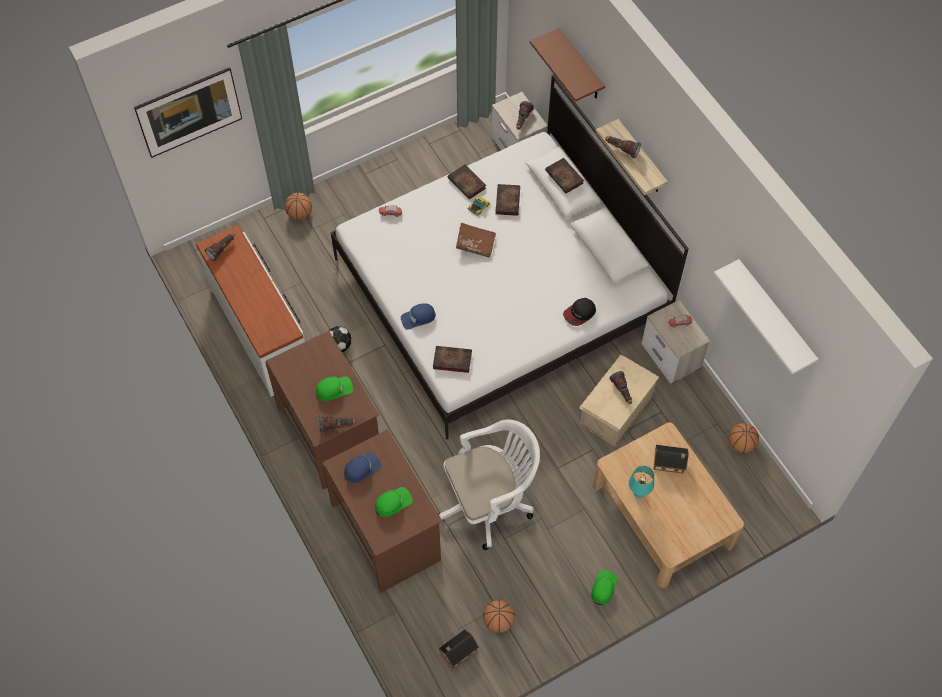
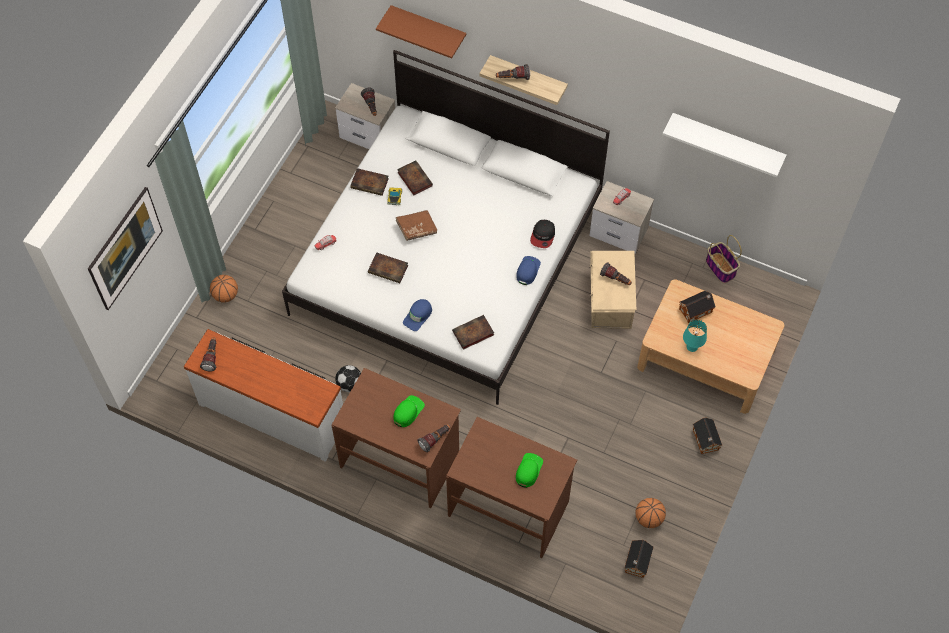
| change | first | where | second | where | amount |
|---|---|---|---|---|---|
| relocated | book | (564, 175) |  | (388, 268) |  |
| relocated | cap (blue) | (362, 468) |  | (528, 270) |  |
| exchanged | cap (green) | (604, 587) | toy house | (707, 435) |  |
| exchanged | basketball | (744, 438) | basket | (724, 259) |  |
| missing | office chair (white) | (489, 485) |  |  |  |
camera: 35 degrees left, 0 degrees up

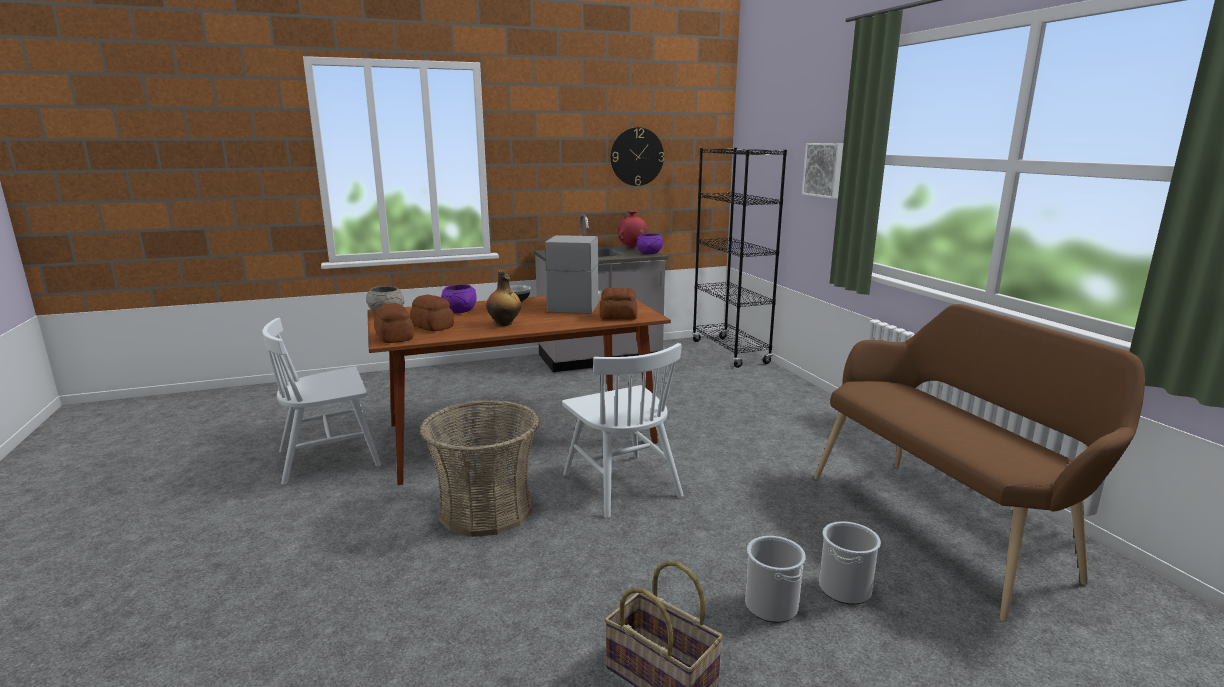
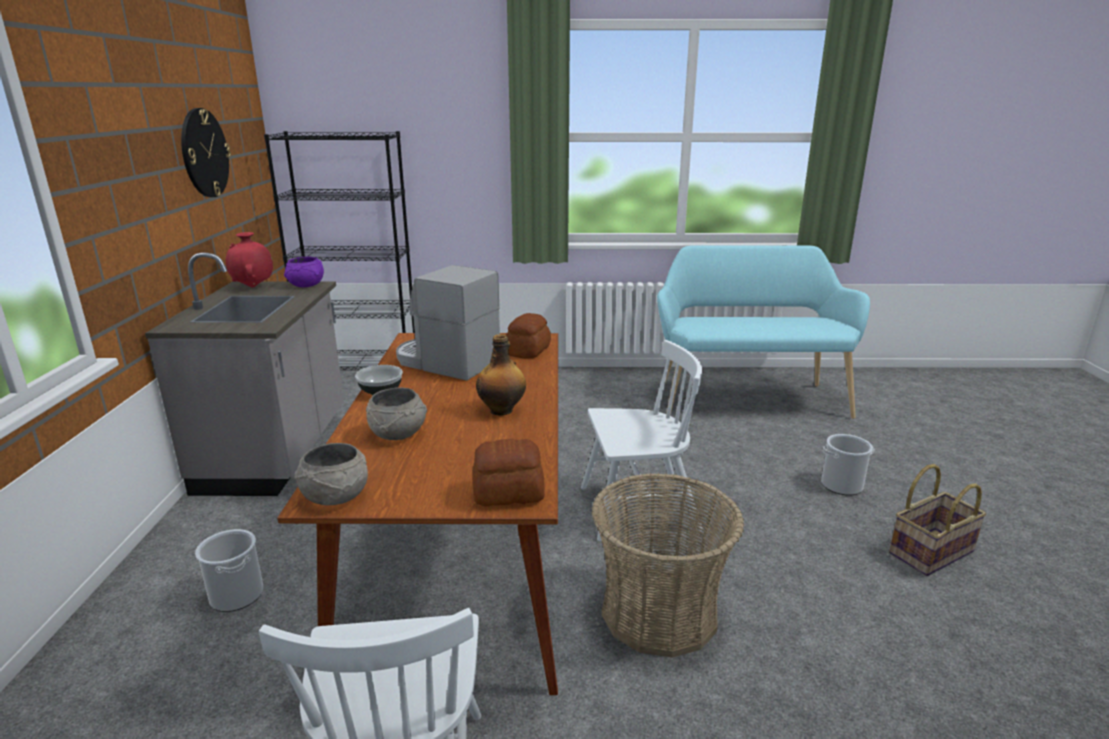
| change | first | where | second | where | amount |
|---|---|---|---|---|---|
| relocated | bucket | (850, 563) |  | (229, 570) |  |
| colour | bowl (purple) | (459, 298) | bowl (grey) | (396, 413) |  |
| colour | bench (brown) | (979, 463) | bench (turquoise) | (763, 332) |  |
| missing | bread | (432, 313) |  |  |  |
| missing | picture | (822, 171) |  |  |  |
camera: 70 degrees left, 5 degrees up

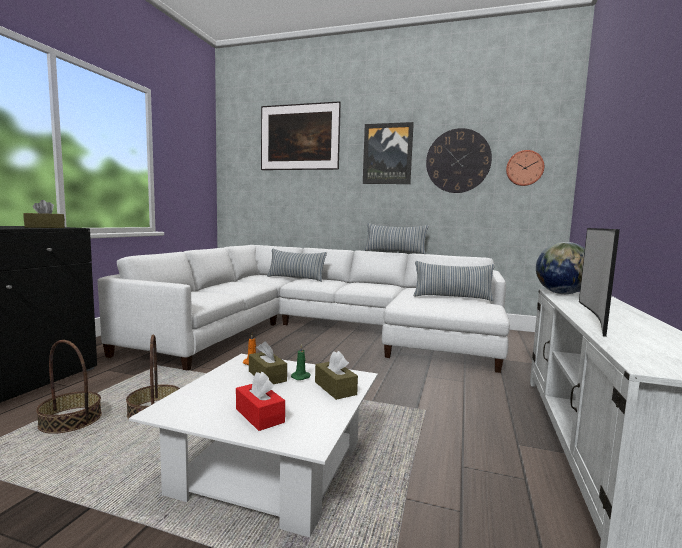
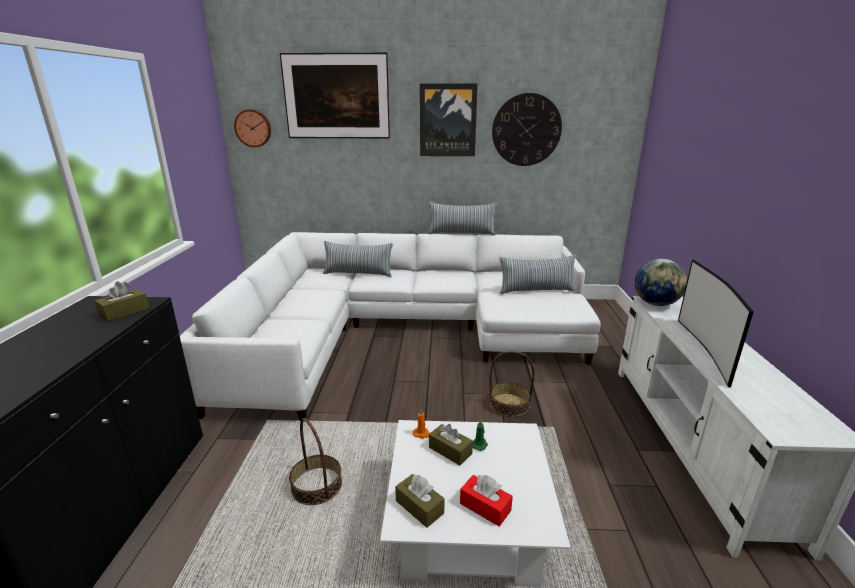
| change | first | where | second | where | amount |
|---|---|---|---|---|---|
| relocated | wall clock | (525, 168) |  | (252, 128) |  |
| relocated | tissue box (brown) | (336, 375) |  | (420, 501) |  |
| relocated | basket | (69, 387) |  | (512, 384) |  |
camera: 15 degrees left, 15 degrees up

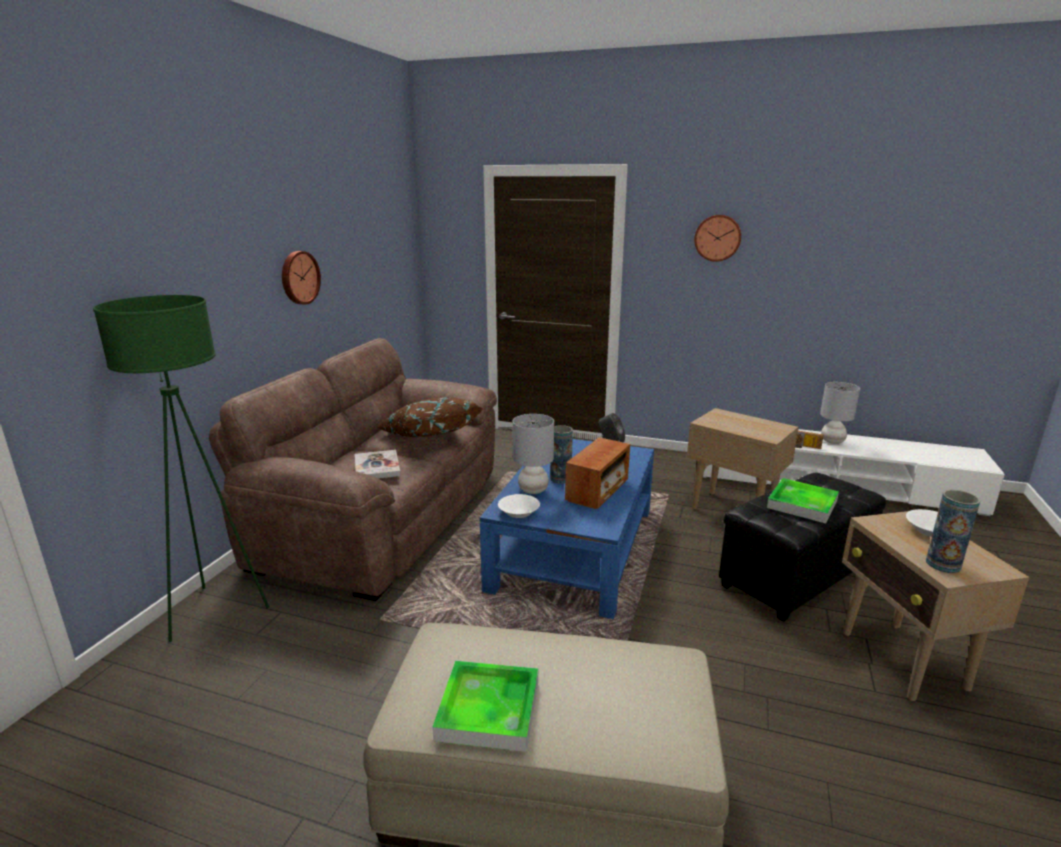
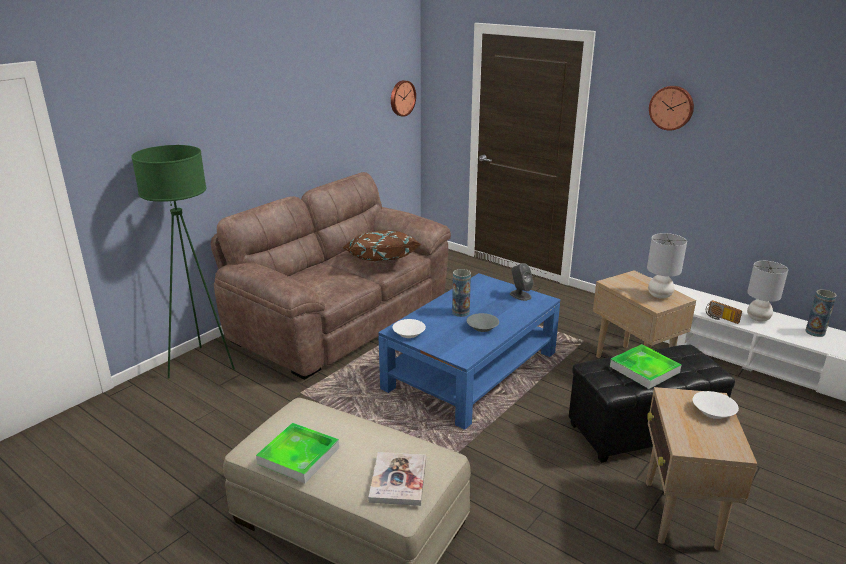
| change | first | where | second | where | amount |
|---|---|---|---|---|---|
| relocated | book | (378, 464) |  | (397, 479) |  |
| relocated | wall clock | (301, 278) |  | (403, 98) |  |
| exchanged | radio | (597, 473) | bowl (grey) | (483, 322) |  |
| relocated | table lamp (grey) | (533, 454) |  | (667, 266) |  |
| relocated | vase | (953, 531) |  | (821, 313) |  |
camera: 20 degrees right, 5 degrees up

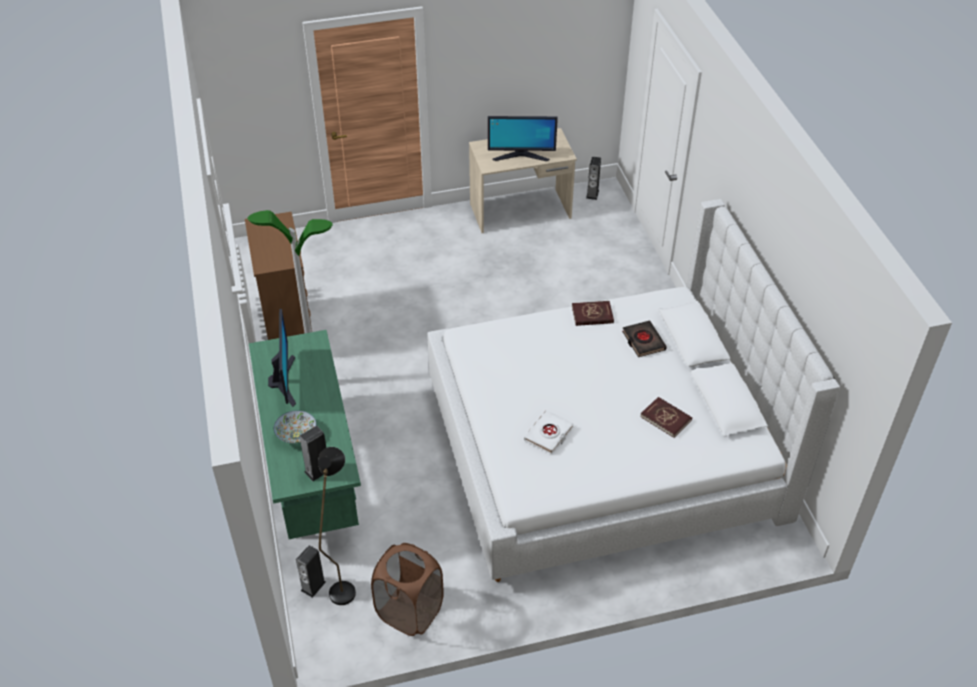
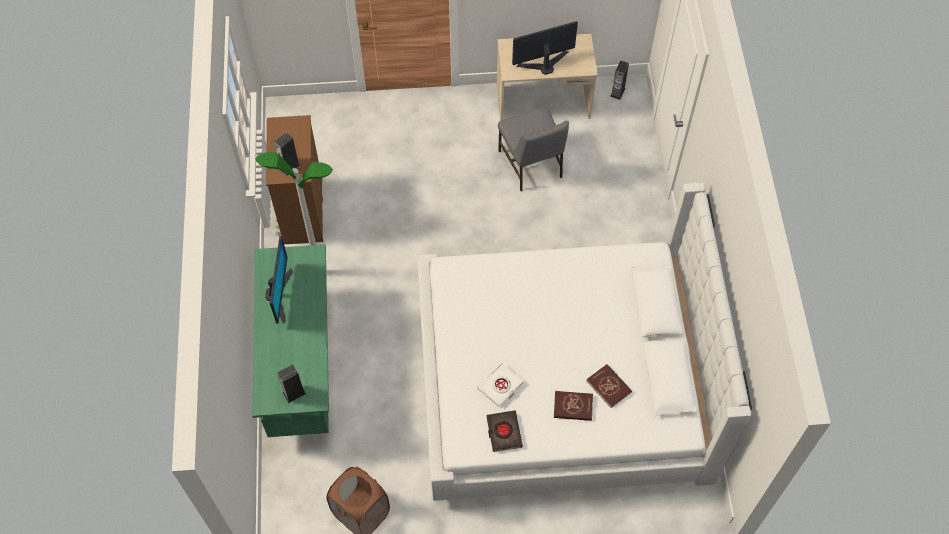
| change | first | where | second | where | amount |
|---|---|---|---|---|---|
| relocated | speaker | (311, 571) |  | (287, 154) |  |
| relocated | book (black) | (644, 339) |  | (505, 431) |  |
| appeared |  |  | chair (grey) | (533, 149) |  |
| spun | monitor | (523, 138) |  | (545, 48) | 150 degrees clockwise |
| relocated | book (red) | (593, 313) |  | (573, 406) |  |
| missing | bowl | (295, 427) |  |  |  |
| missing | floor lamp (black) | (337, 526) |  |  |  |
camera: 10 degrees right, 15 degrees up

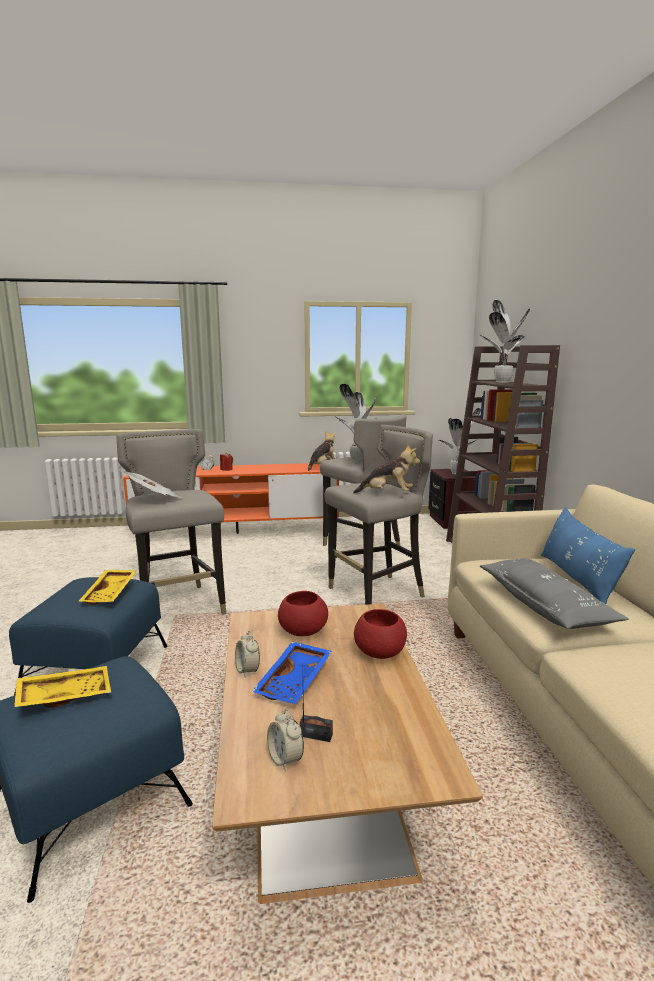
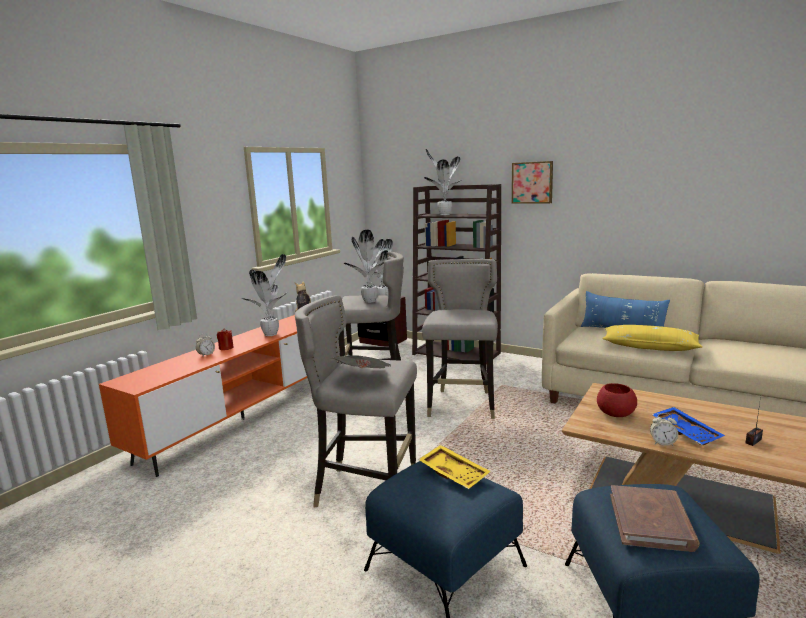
| change | first | where | second | where | amount |
|---|---|---|---|---|---|
| appeared |  |  | potted plant | (264, 295) |  |
| appeared |  |  | picture | (532, 182) |  |
| colour | pillow (grey) | (554, 593) | pillow (yellow) | (652, 338) |  |
| exchanged | tray (yellow) | (62, 687) | book (brown) | (655, 518) |  |
| missing | alarm clock | (285, 740) |  |  |  |
| missing | plush toy | (386, 468) |  |  |  |
| missing | bowl (red) | (380, 634) |  |  |  |
camera: 50 degrees left, 0 degrees up

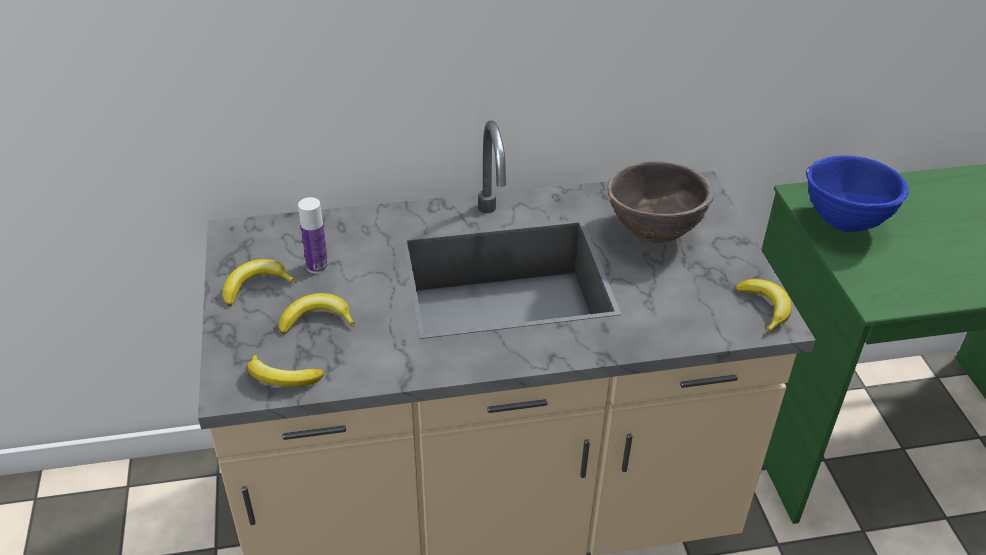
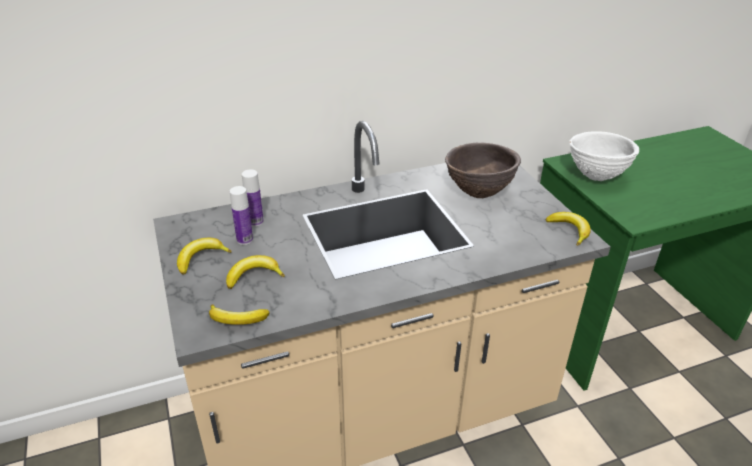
| change | first | where | second | where | amount |
|---|---|---|---|---|---|
| appeared |  |  | bottle | (253, 198) |  |
| colour | bowl (blue) | (857, 193) | bowl (white) | (604, 156) |  |
camera: 10 degrees left, 5 degrees down

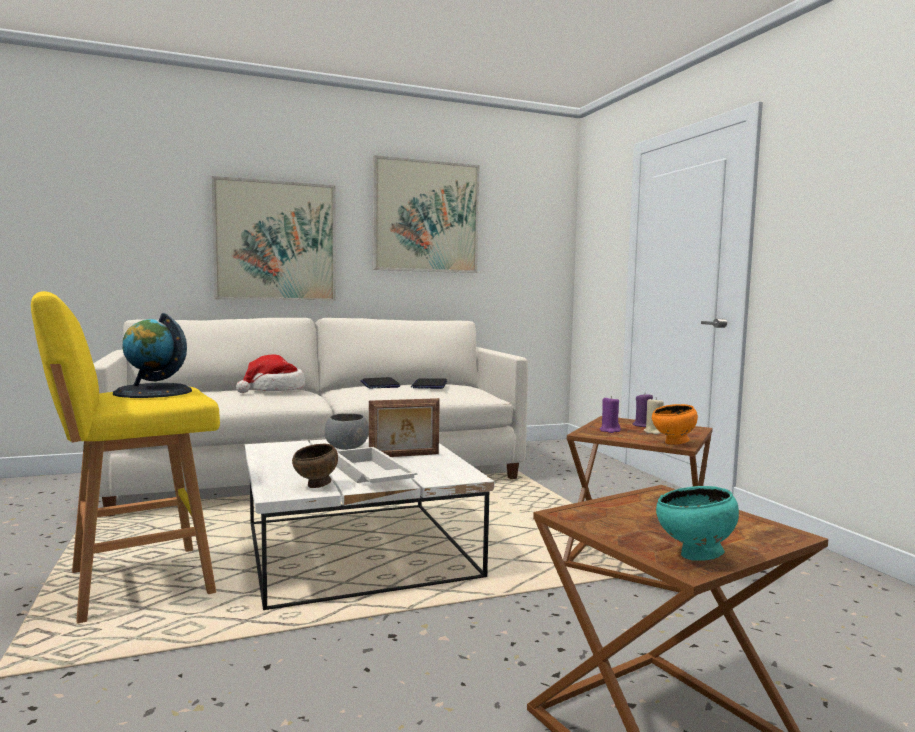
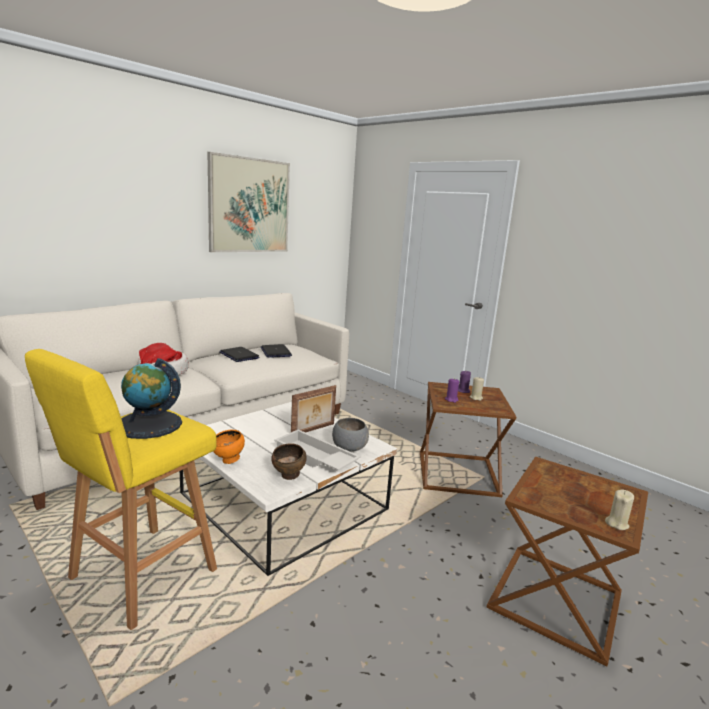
| change | first | where | second | where | amount |
|---|---|---|---|---|---|
| relocated | bowl (orange) | (675, 424) |  | (229, 447) |  |
| relocated | bowl (grey) | (346, 432) |  | (350, 435) |  |
| exchanged | bowl (turquoise) | (697, 523) | candle (beige) | (619, 509) |  |
| missing | picture | (274, 238) |  |  |  |
camera: 25 degrees left, 10 degrees up

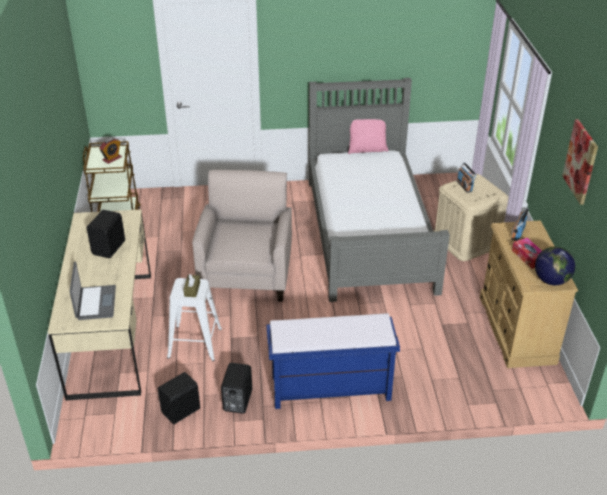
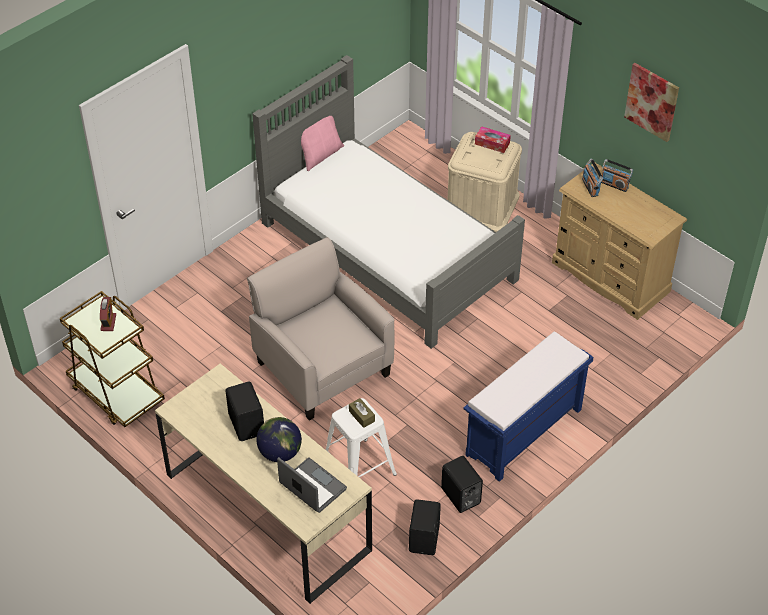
| change | first | where | second | where | amount |
|---|---|---|---|---|---|
| relocated | globe | (555, 266) |  | (279, 439) |  |
| relocated | tissue box | (527, 253) |  | (493, 139) |  |
| relocated | radio | (467, 177) |  | (617, 175) |  |
camera: 40 degrees left, 10 degrees up

